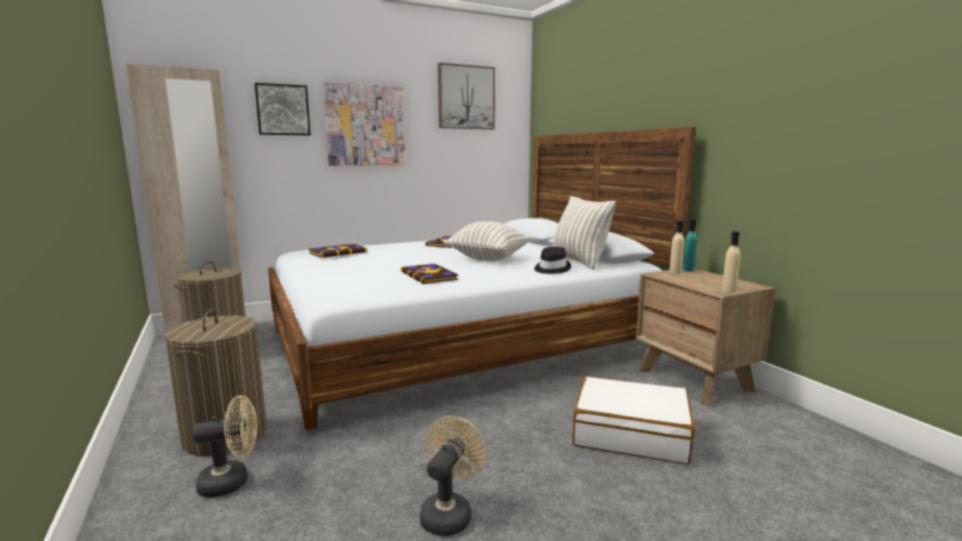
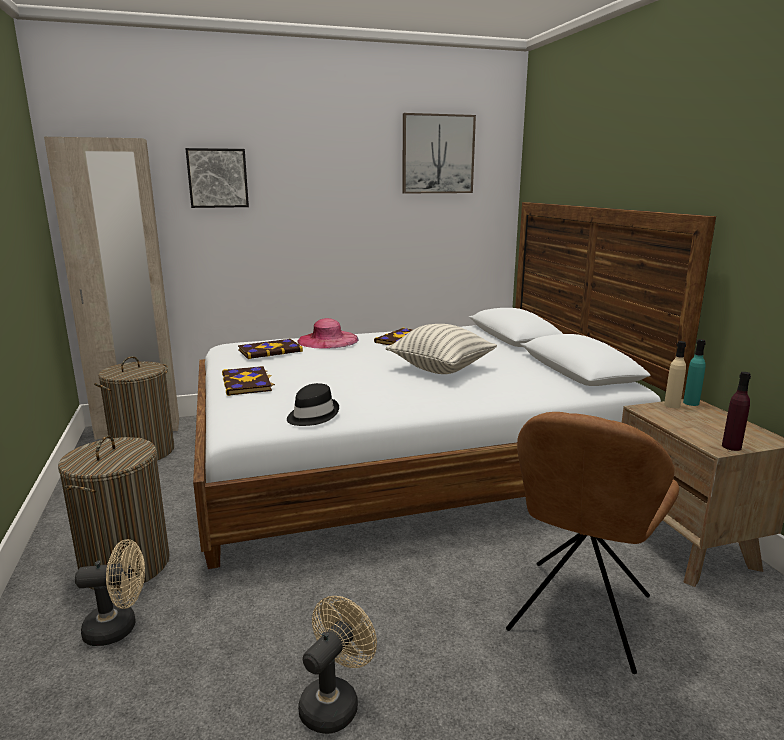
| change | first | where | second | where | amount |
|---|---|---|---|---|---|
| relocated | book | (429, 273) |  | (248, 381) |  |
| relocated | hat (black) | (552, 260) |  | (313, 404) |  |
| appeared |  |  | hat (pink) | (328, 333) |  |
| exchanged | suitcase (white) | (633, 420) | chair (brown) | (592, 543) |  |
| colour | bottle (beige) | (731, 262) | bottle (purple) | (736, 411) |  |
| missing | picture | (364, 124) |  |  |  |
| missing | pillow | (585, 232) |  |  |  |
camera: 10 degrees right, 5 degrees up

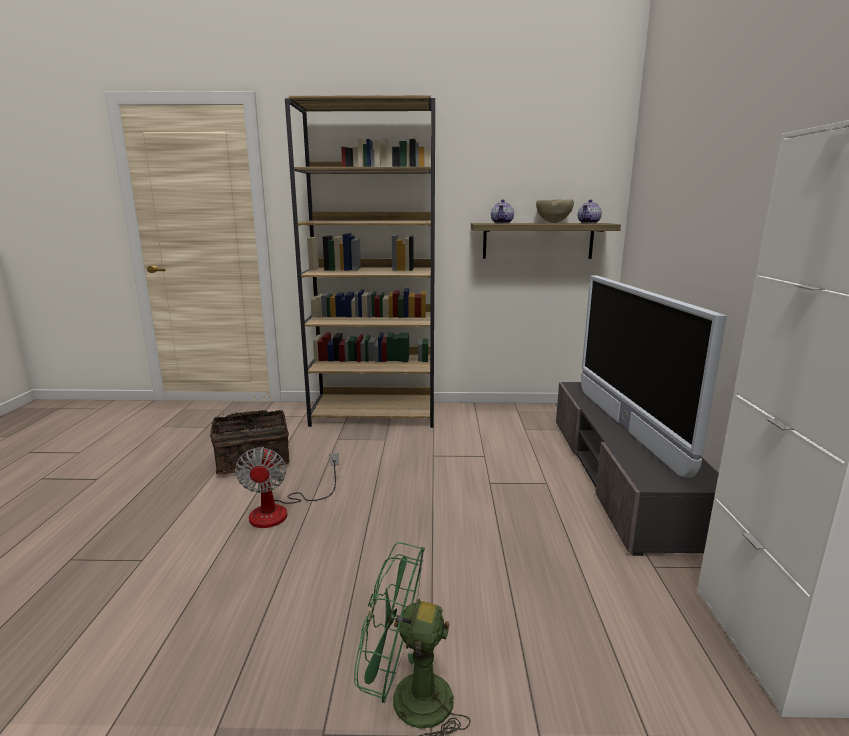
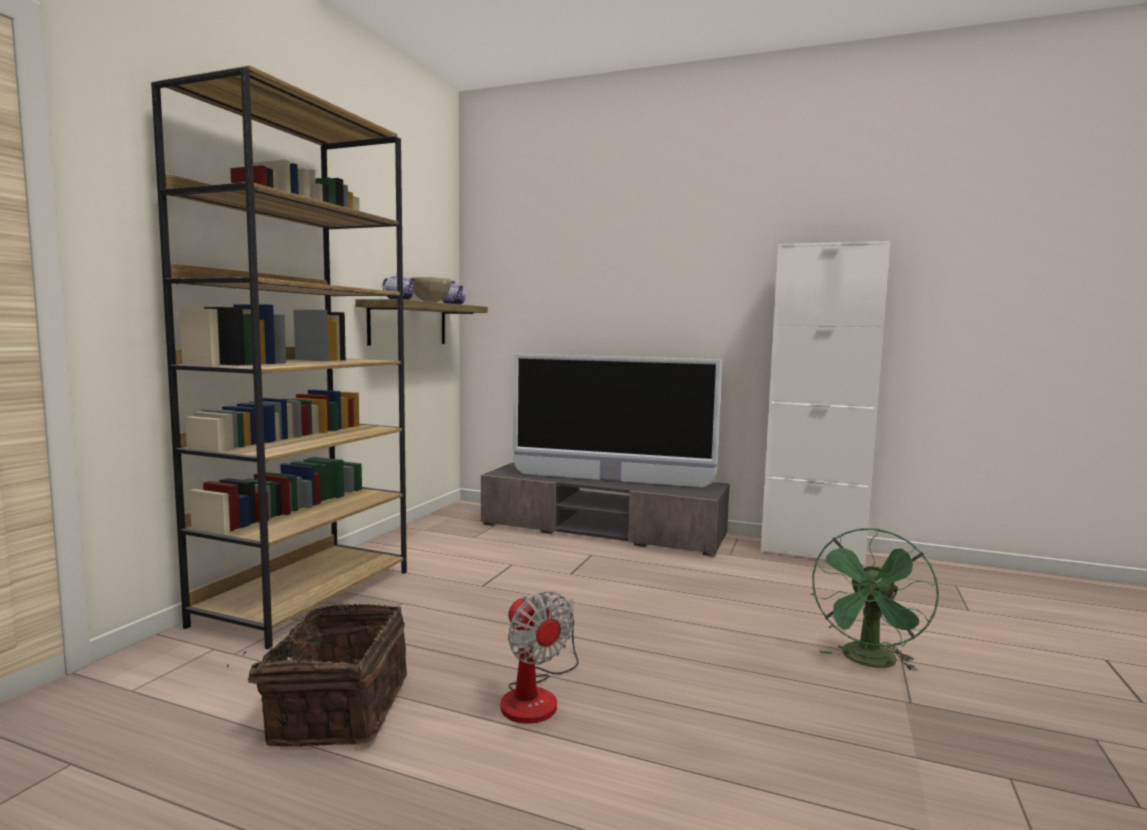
| change | first | where | second | where | amount |
|---|---|---|---|---|---|
| spun | fan | (287, 487) |  | (539, 657) | 45 degrees clockwise |
camera: 70 degrees left, 10 degrees down

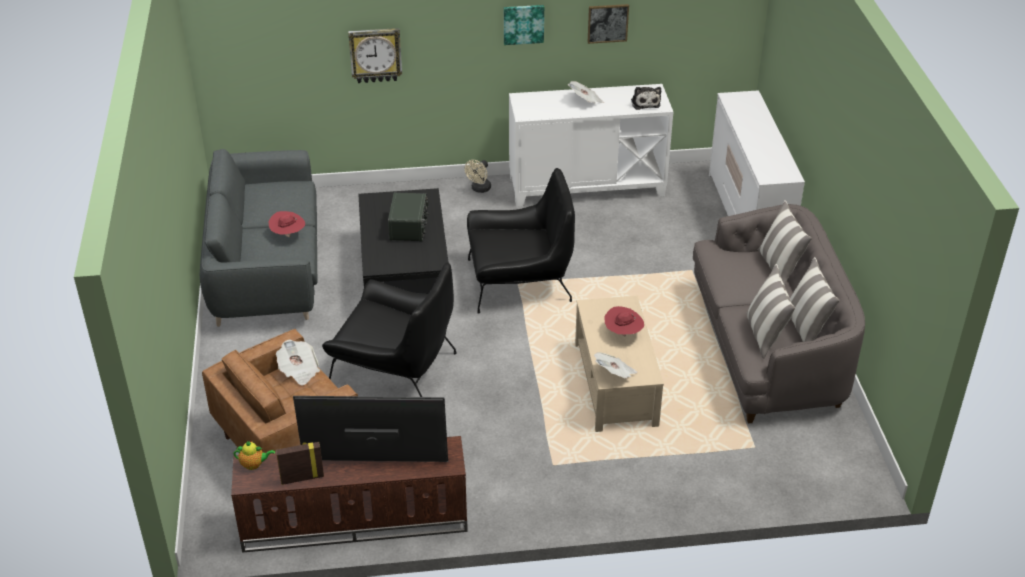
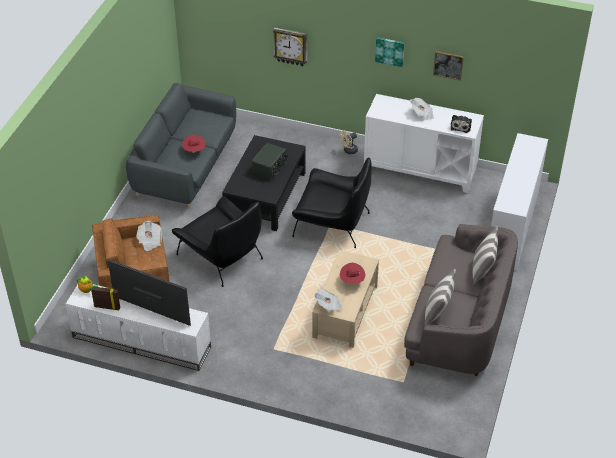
| change | first | where | second | where | amount |
|---|---|---|---|---|---|
| colour | tv stand (brown) | (349, 494) | tv stand (white) | (138, 327) |  |
| missing | pillow | (815, 299) |  |  |  |
camera: 25 degrees right, 5 degrees up

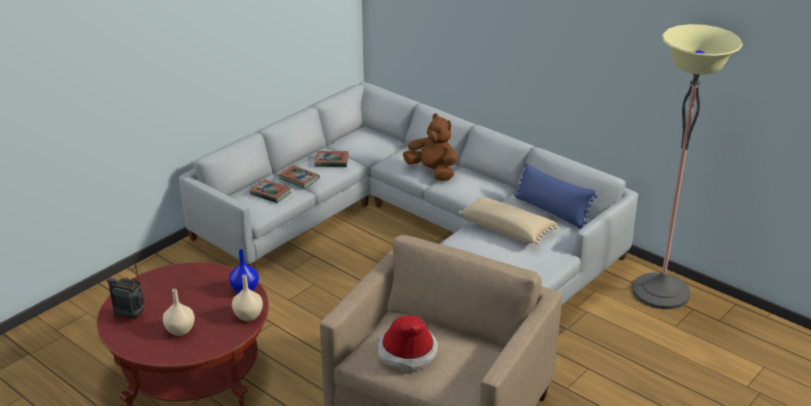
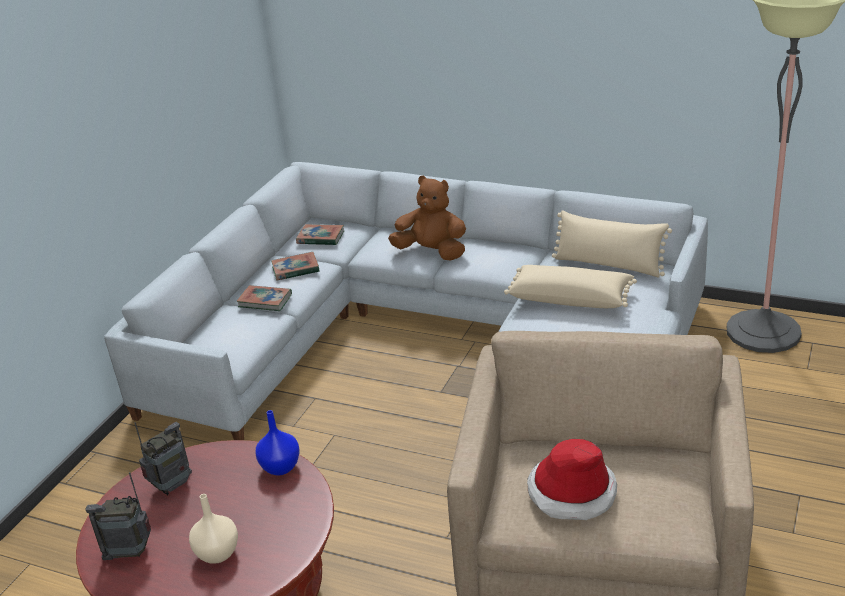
| change | first | where | second | where | amount |
|---|---|---|---|---|---|
| appeared |  |  | radio | (163, 459) |  |
| relocated | book | (270, 191) |  | (320, 234) |  |
| colour | pillow (blue) | (556, 196) | pillow (beige) | (612, 243) |  |
| missing | vase (beige) | (247, 298) |  |  |  |
camera: 15 degrees left, 0 degrees up

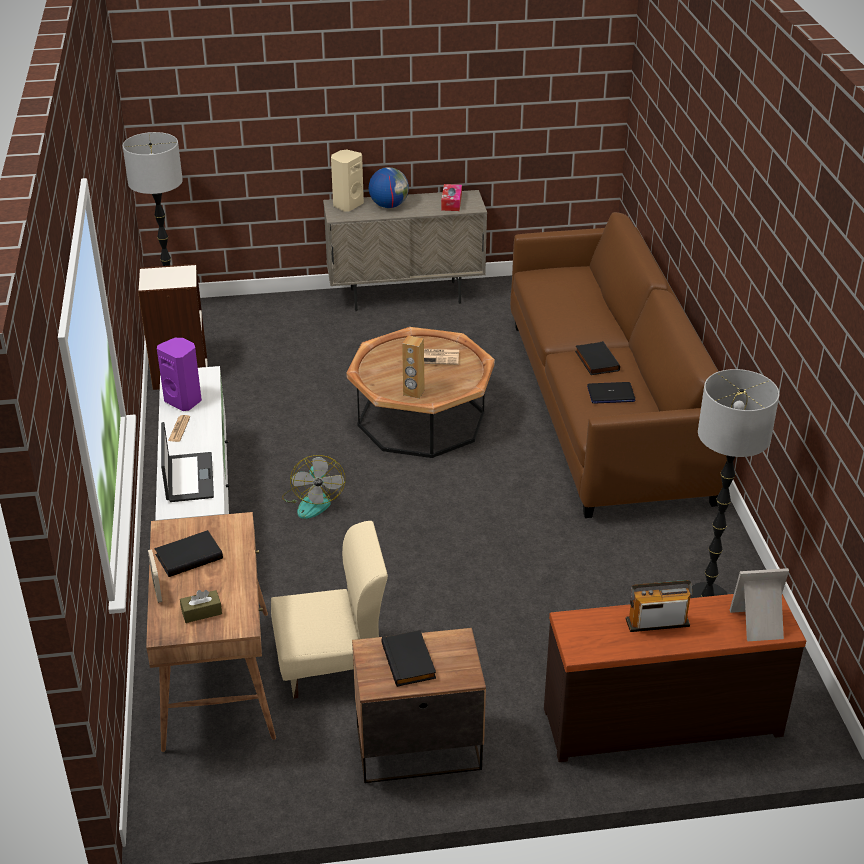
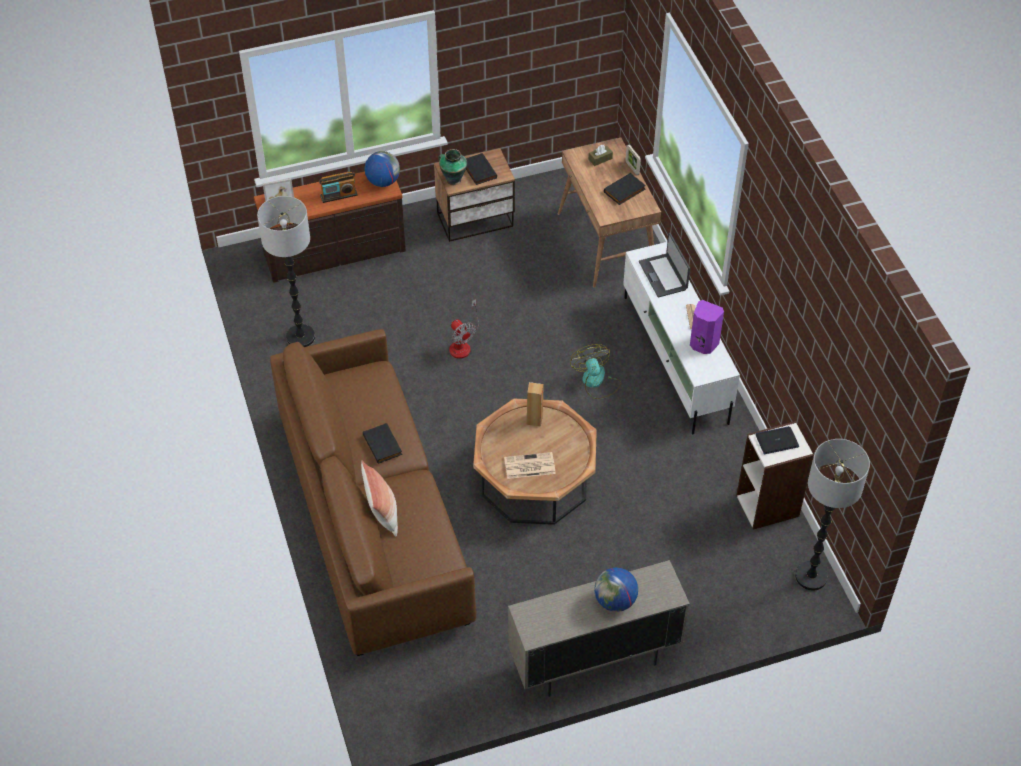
| change | first | where | second | where | amount |
|---|---|---|---|---|---|
| appeared |  |  | pillow | (379, 498) |  |
| appeared |  |  | globe | (382, 169) |  |
| appeared |  |  | vase | (452, 167) |  |
| appeared |  |  | fan | (464, 329) |  |
| relocated | laptop | (611, 393) |  | (777, 440) |  |
| missing | chair (beige) | (329, 610) |  |  |  |
| missing | speaker (beige) | (347, 181) |  |  |  |
| missing | tissue box | (451, 197) |  |  |  |
camera: 170 degrees right, 15 degrees up

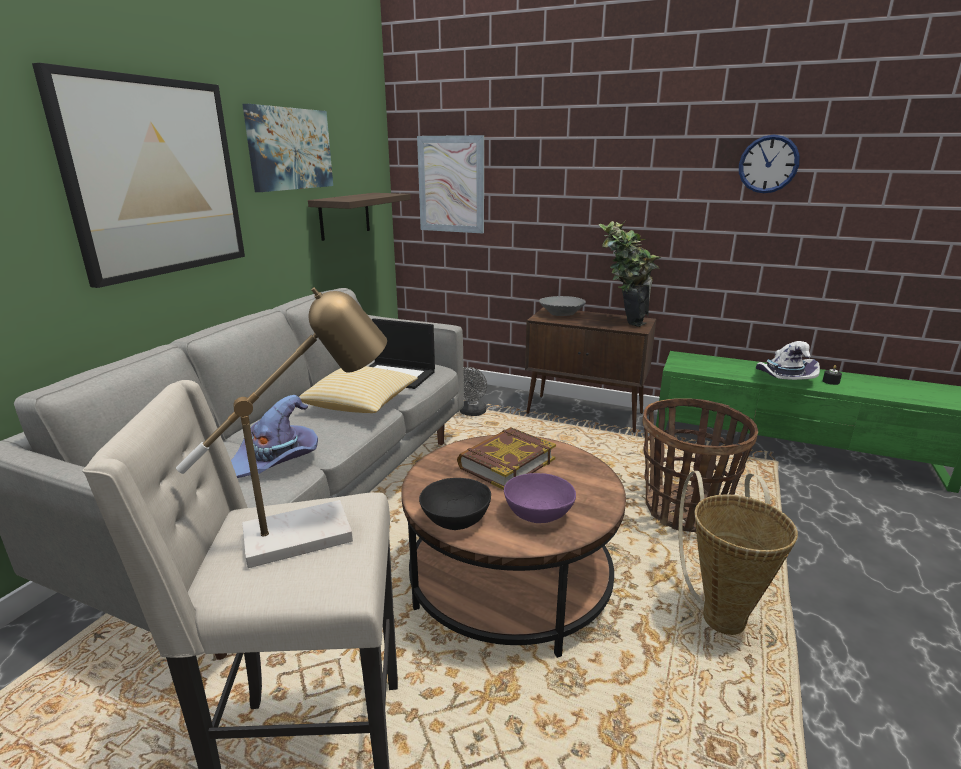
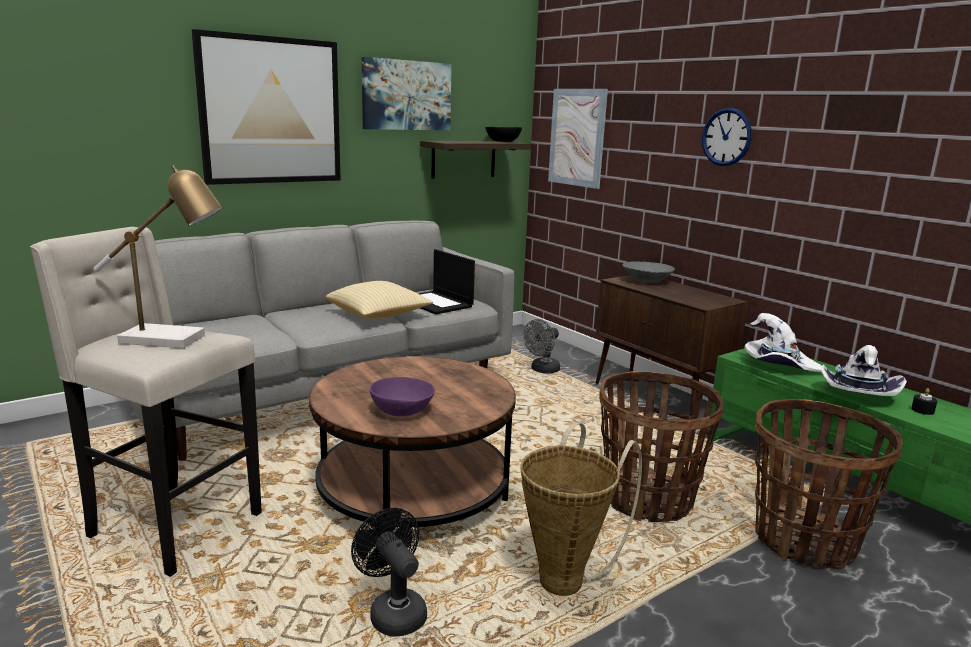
| change | first | where | second | where | amount |
|---|---|---|---|---|---|
| appeared |  |  | fan (black) | (389, 572) |  |
| relocated | bowl (black) | (455, 504) |  | (503, 134) |  |
| relocated | wall clock | (769, 164) |  | (727, 137) |  |
| appeared |  |  | hat (white) | (783, 342) |  |
| appeared |  |  | basket | (829, 483) |  |
| missing | hat (purple) | (274, 436) |  |  |  |
| missing | book | (506, 458) |  |  |  |
| missing | potted plant | (630, 273) |  |  |  |
camera: 30 degrees right, 5 degrees down

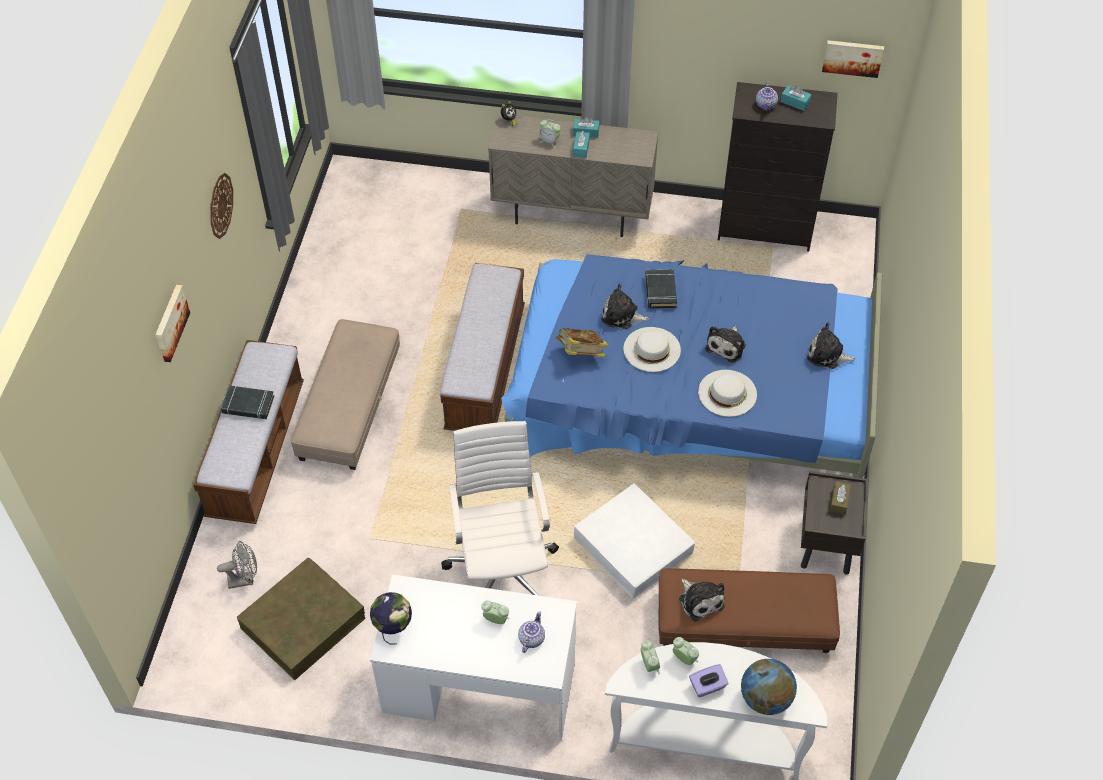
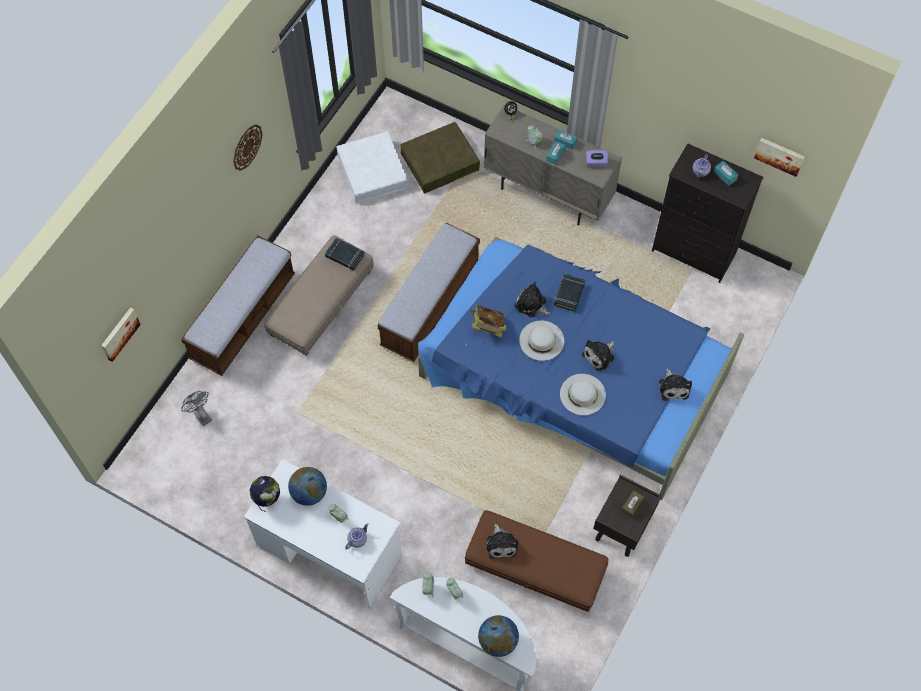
| change | first | where | second | where | amount |
|---|---|---|---|---|---|
| relocated | picture | (172, 323) |  | (121, 335) |  |
| spun | fan (grey) | (237, 565) |  | (196, 408) | 135 degrees counterclockwise |
| appeared |  |  | globe | (307, 486) |  |
| relocated | book (black) | (247, 402) |  | (345, 254) |  |
| relocated | storage box (white) | (634, 541) |  | (372, 167) |  |
| relocated | storage box (brown) | (301, 619) |  | (440, 158) |  |
| relocated | tissue box (purple) | (708, 680) |  | (597, 158) |  |
| spun | plush toy | (831, 346) |  | (675, 384) | 135 degrees counterclockwise |
| missing | office chair (white) | (500, 508) |  |  |  |
camera: 20 degrees right, 10 degrees up

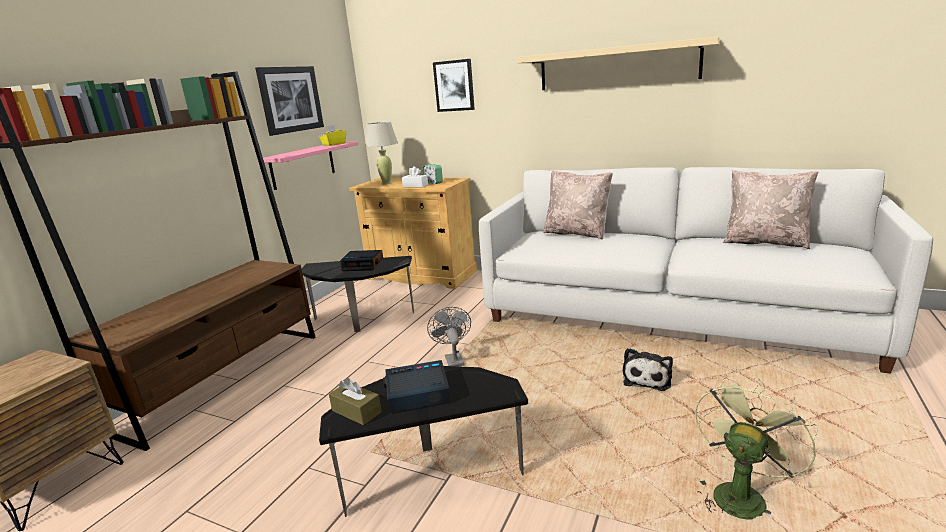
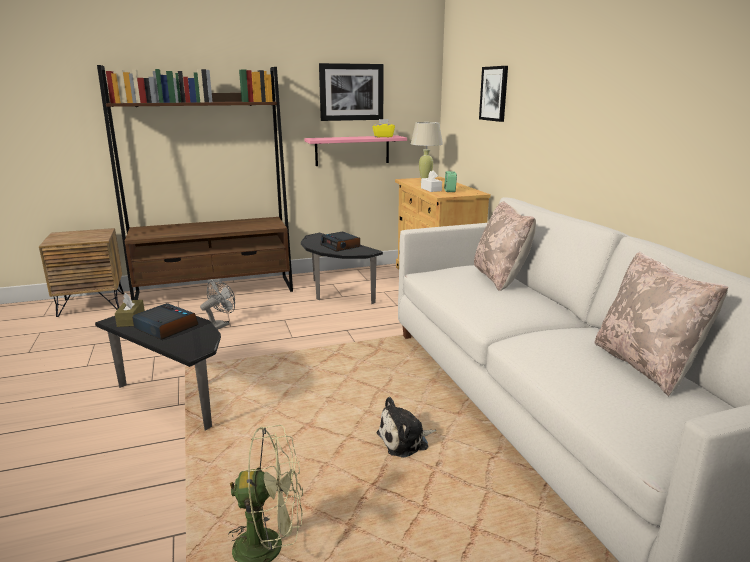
| change | first | where | second | where | amount |
|---|---|---|---|---|---|
| relocated | fan (grey) | (449, 336) |  | (217, 304) |  |
| missing | shelf (beige) | (618, 63) |  |  |  |
camera: 45 degrees right, 0 degrees up

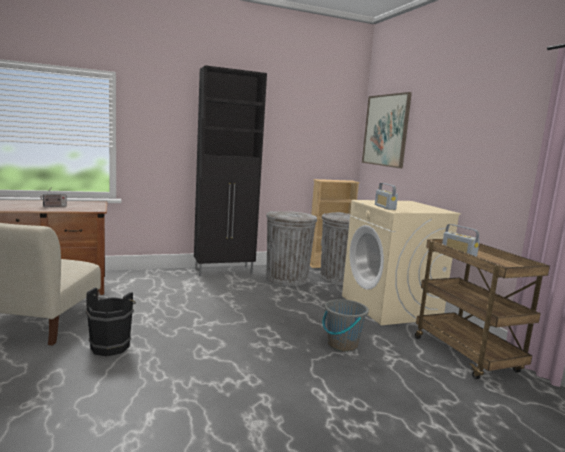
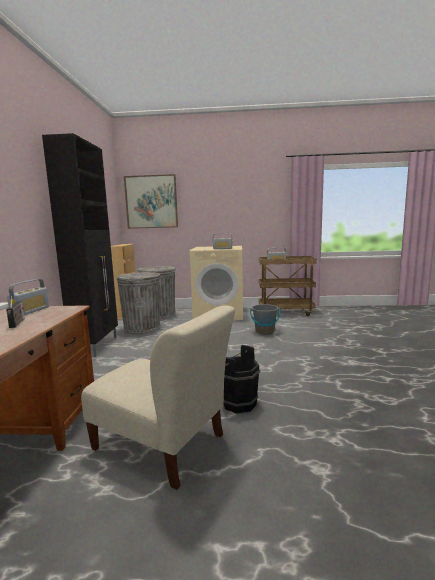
| change | first | where | second | where | amount |
|---|---|---|---|---|---|
| appeared |  |  | radio | (28, 297) |  |
camera: 65 degrees left, 0 degrees up

